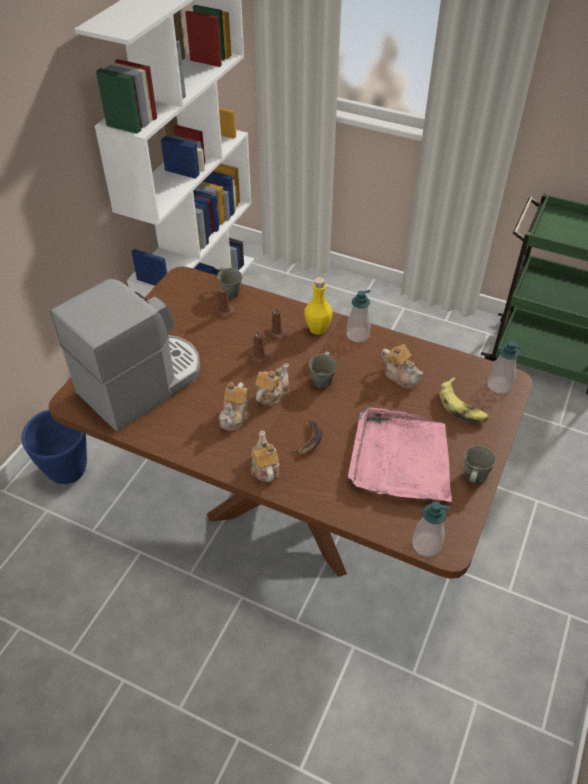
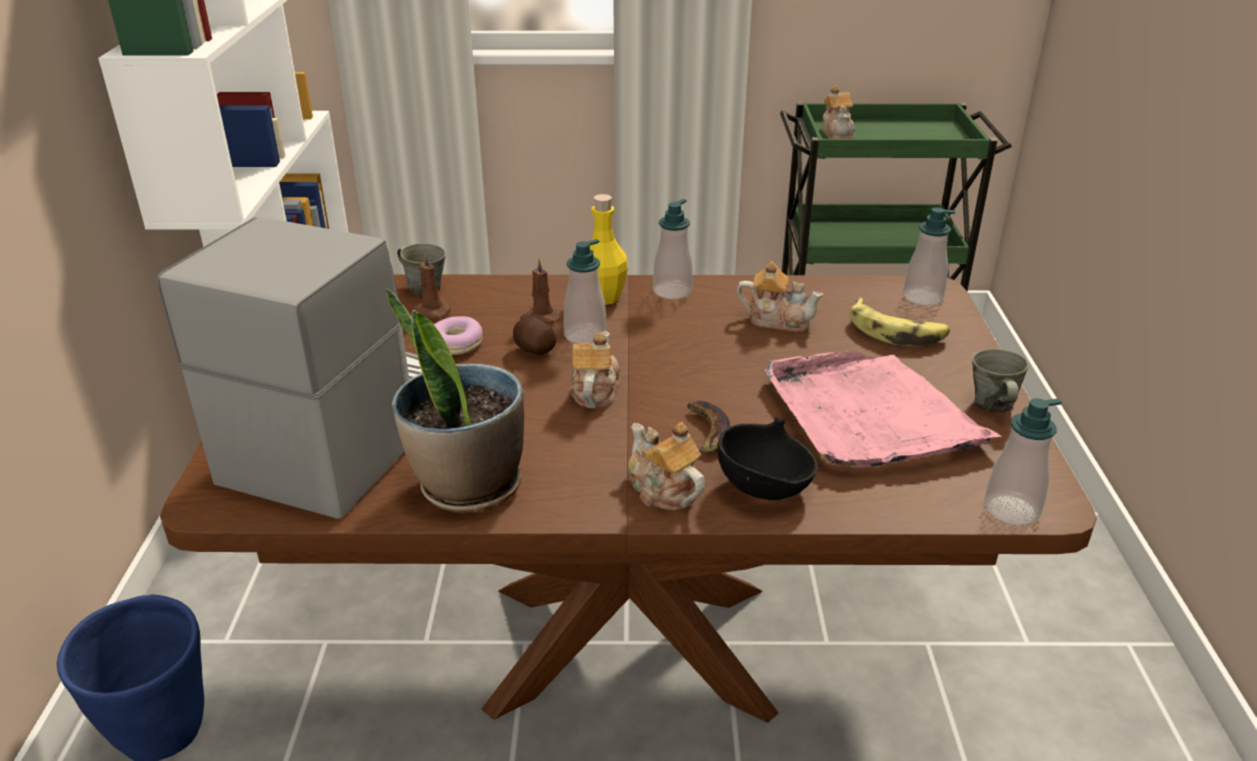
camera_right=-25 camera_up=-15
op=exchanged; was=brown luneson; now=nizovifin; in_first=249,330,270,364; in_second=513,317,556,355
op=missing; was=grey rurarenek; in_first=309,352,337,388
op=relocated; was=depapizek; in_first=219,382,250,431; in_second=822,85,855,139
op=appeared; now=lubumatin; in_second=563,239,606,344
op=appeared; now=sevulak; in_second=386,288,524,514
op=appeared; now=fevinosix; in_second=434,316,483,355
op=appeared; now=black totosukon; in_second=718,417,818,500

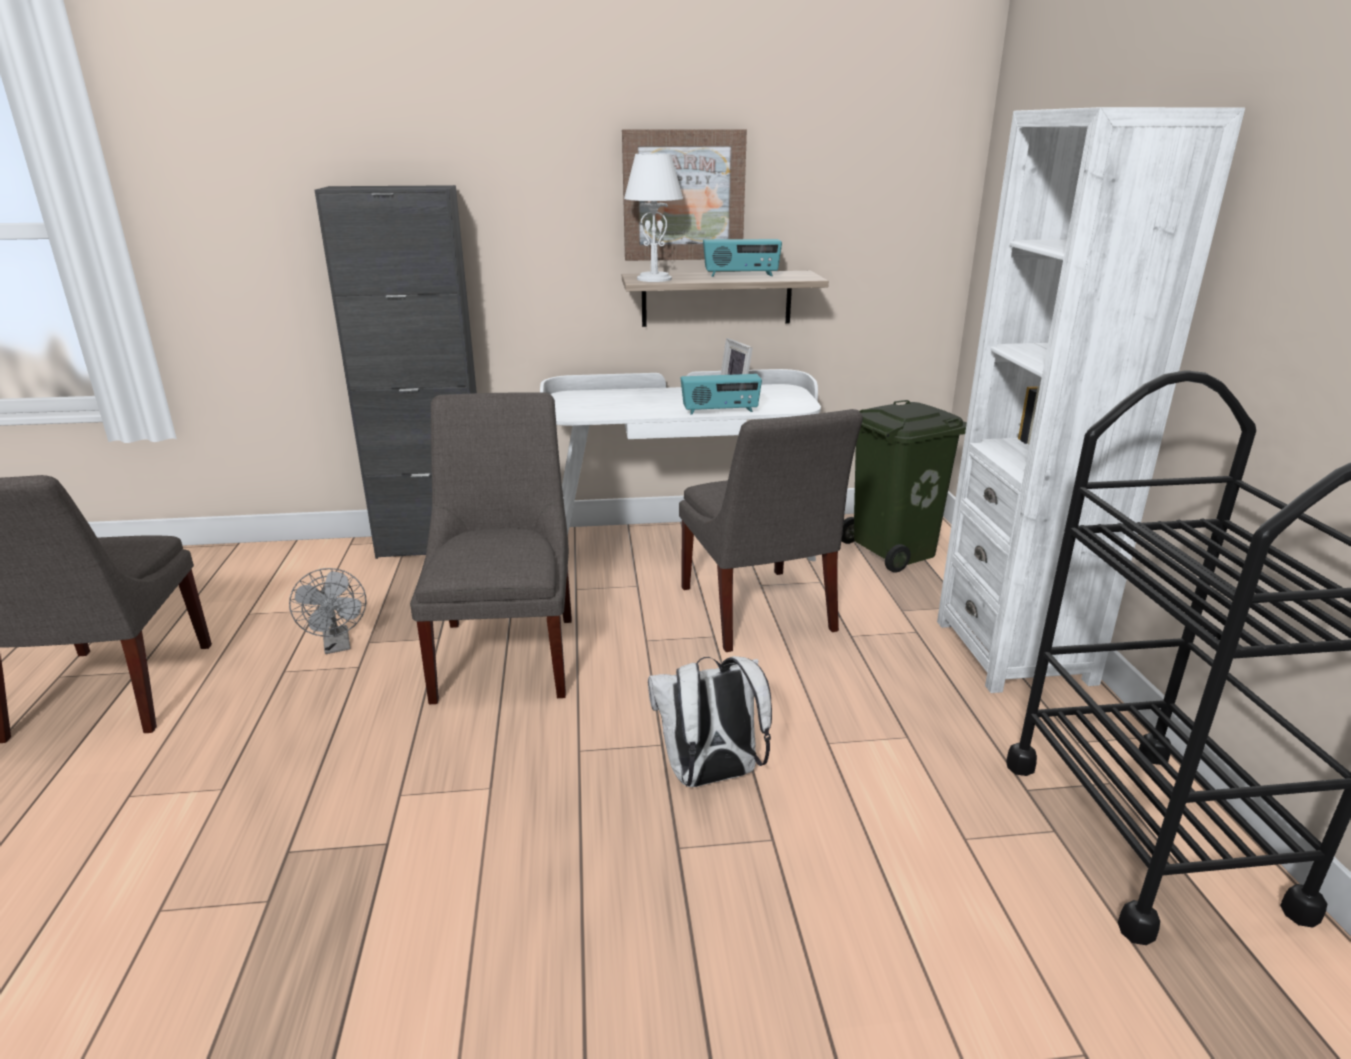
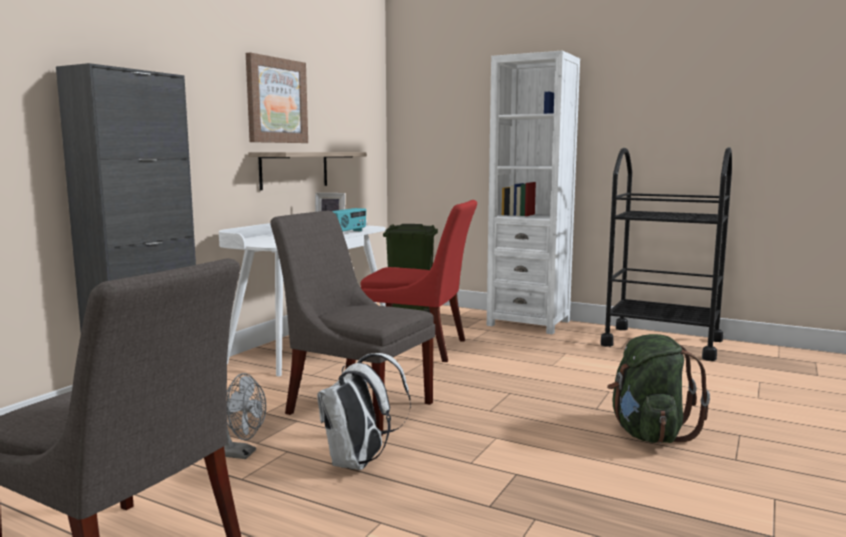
camera_right=-55 camera_up=-15
op=missing; was=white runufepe; in_first=624,154,683,282
op=missing; was=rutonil; in_first=703,239,782,277
op=colour; was=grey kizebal; now=red kizebal; in_first=679,409,863,652; in_second=361,200,477,362
op=relocated; was=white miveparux; in_first=648,656,772,787; in_second=317,353,411,470
op=appeared; now=green miveparux; in_second=607,334,710,443

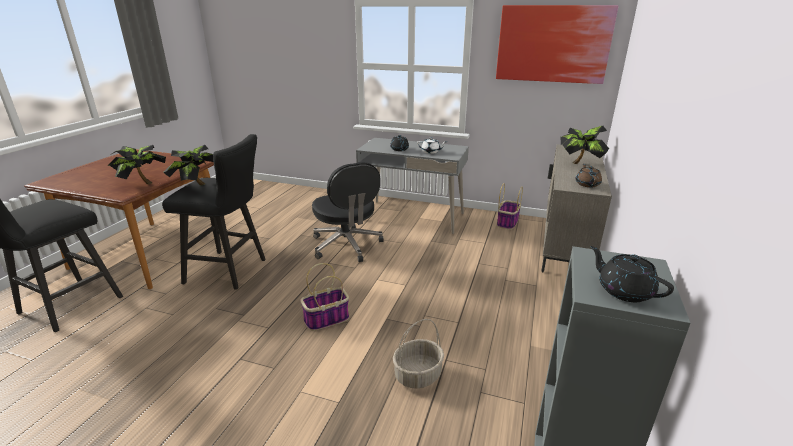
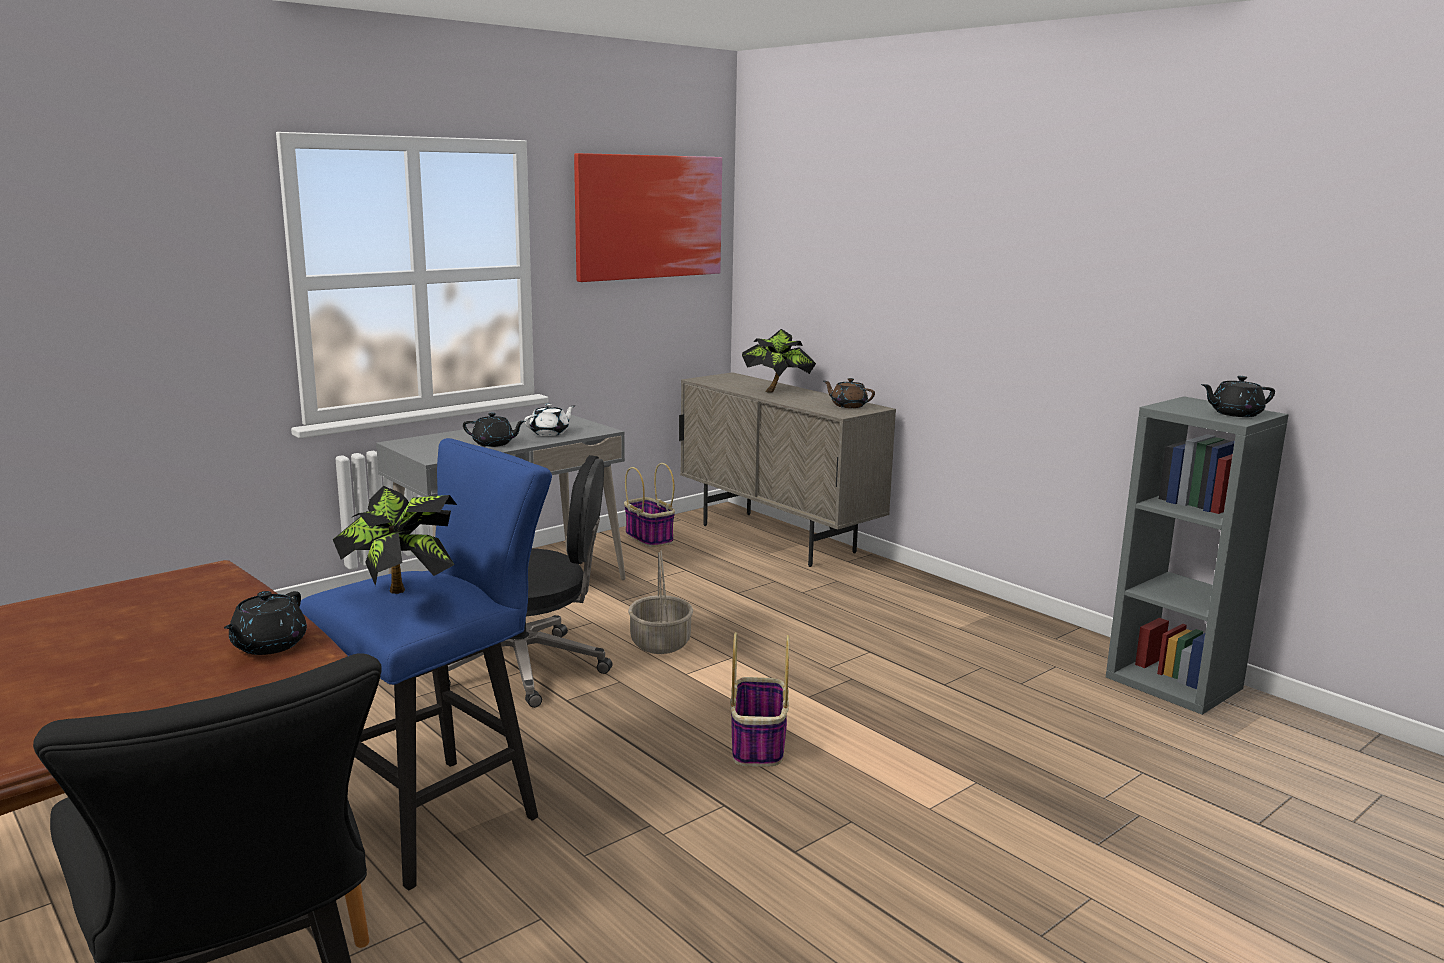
camera_right=-60 camera_up=-10
op=colour; was=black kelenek; now=blue kelenek; in_first=162,134,266,290; in_second=299,438,552,891
op=exchanged; was=sevulak; now=black depapizek; in_first=107,145,166,184; in_second=224,591,307,655
op=relocated; was=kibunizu; in_first=393,319,444,389; in_second=628,550,693,654

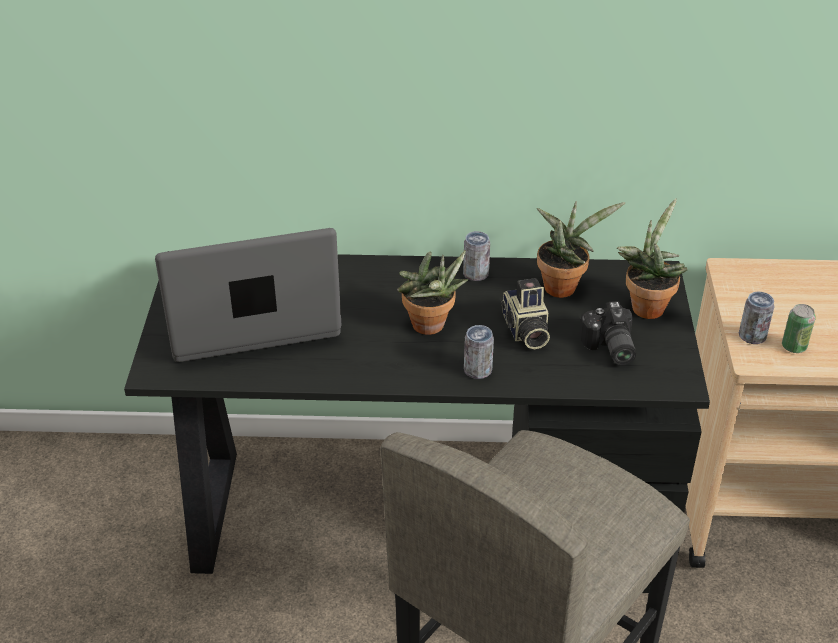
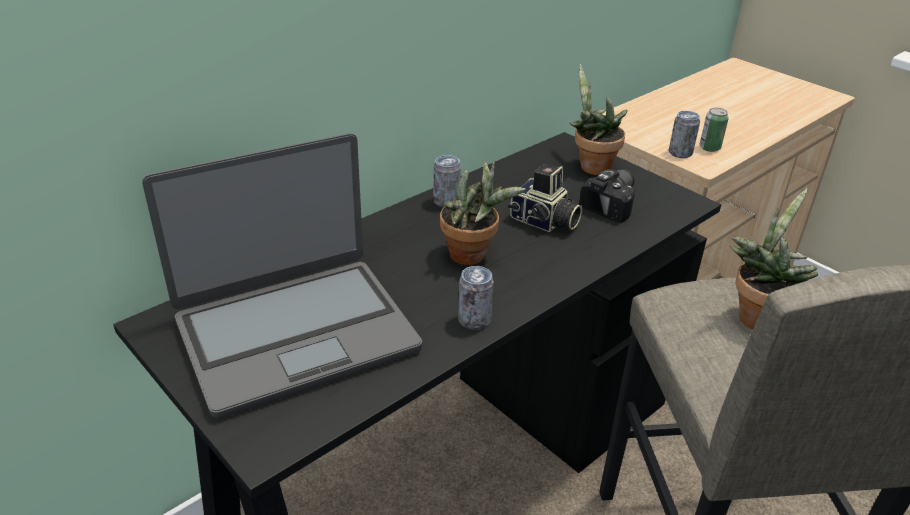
camera_right=-45 camera_up=-5
op=relocated; was=sevulak; in_first=537,201,626,298; in_second=730,188,818,330
op=spun; was=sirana; in_first=155,228,341,362; in_second=142,133,422,419; clockwise=-150
op=spun; was=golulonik; in_first=579,301,636,365; in_second=579,169,635,223; clockwise=-90
op=relocated; was=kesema; in_first=464,325,494,379; in_second=458,266,494,330

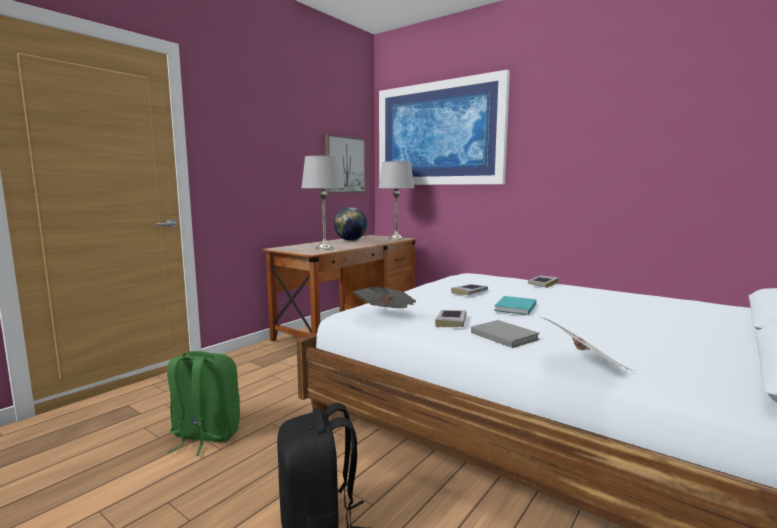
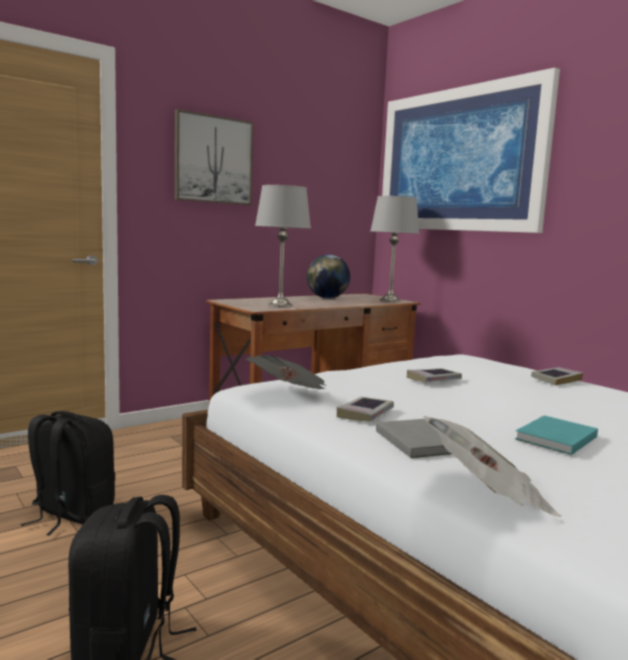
camera_right=15 camera_up=0
op=relocated; was=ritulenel; in_first=325,134,366,193; in_second=174,109,254,205
op=relocated; was=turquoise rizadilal; in_first=494,296,536,315; in_second=515,415,598,455
op=colour; was=green miveparux; now=black miveparux; in_first=167,351,240,456; in_second=21,411,115,536

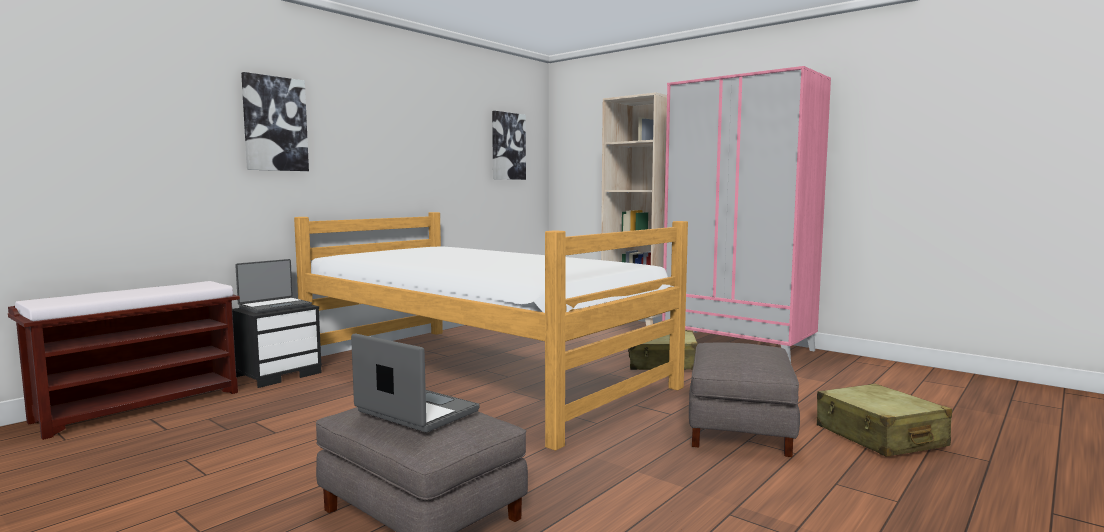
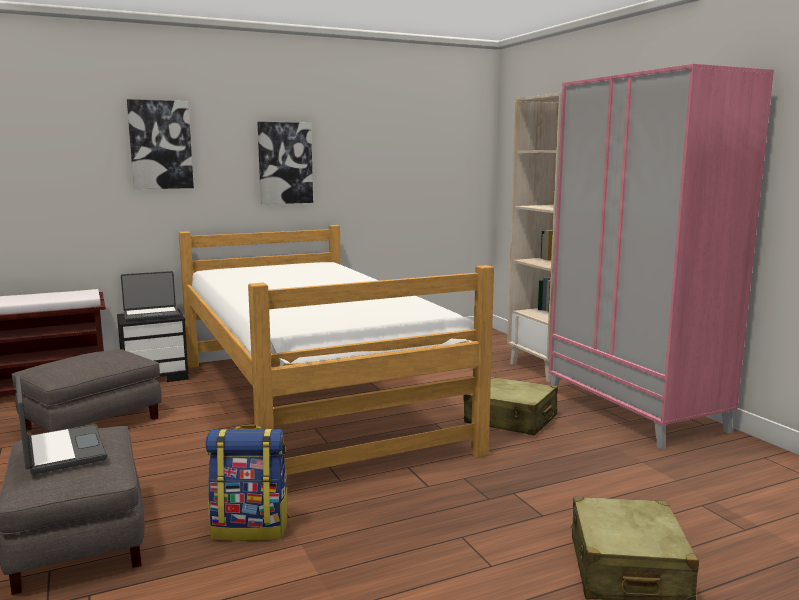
camera_right=25 camera_up=5
op=relocated; was=ritulenel; in_first=492,111,526,180; in_second=257,122,313,204
op=relocated; was=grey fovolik; in_first=689,342,800,457; in_second=11,349,162,432
op=appeared; now=miveparux; in_second=206,425,289,541

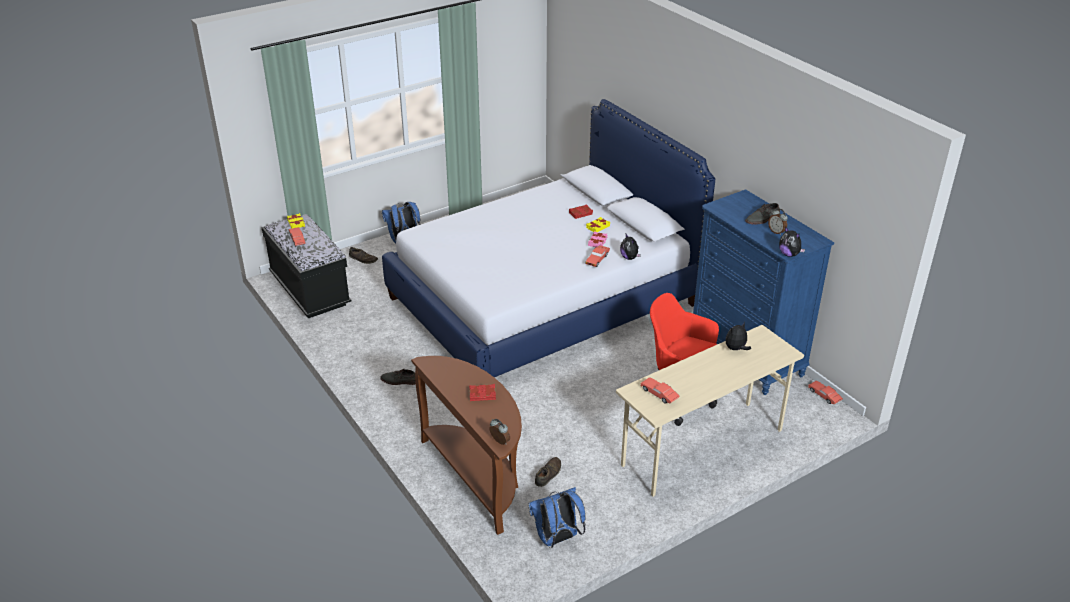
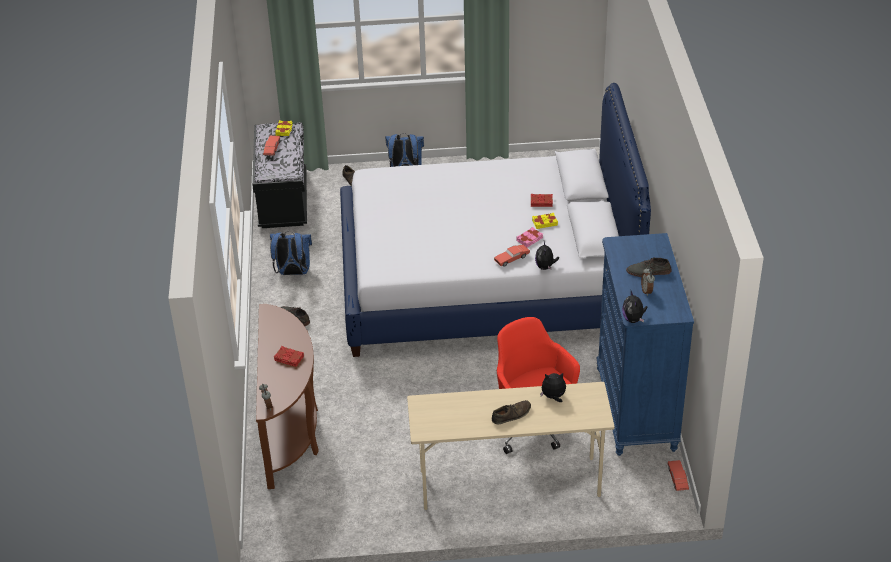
camera_right=30 camera_up=5
op=missing; was=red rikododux; in_first=640,377,680,404
op=relocated; was=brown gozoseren; in_first=535,457,561,487; in_second=492,400,531,424
op=relocated; was=blue miveparux; in_first=528,487,586,548; in_second=270,231,312,275

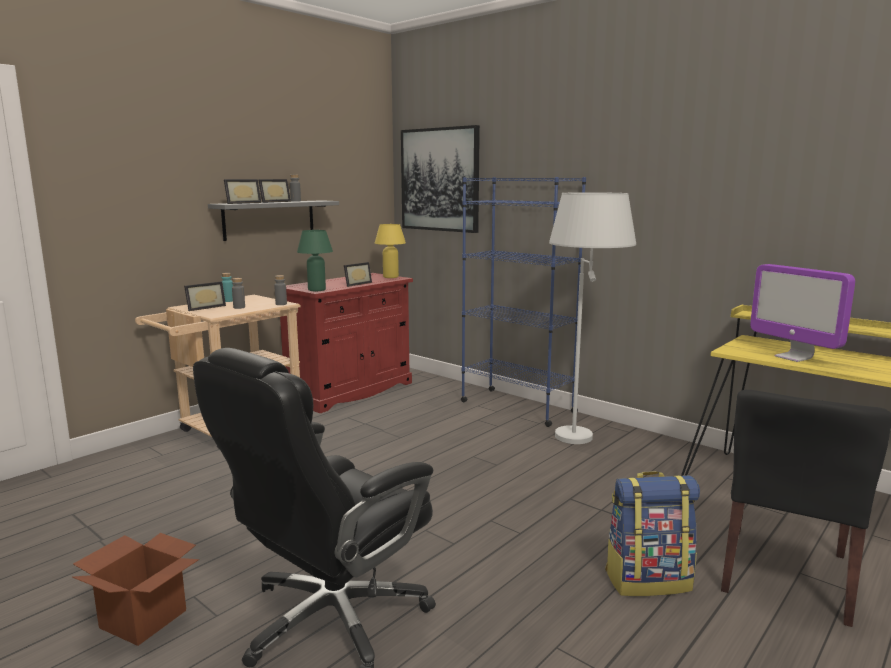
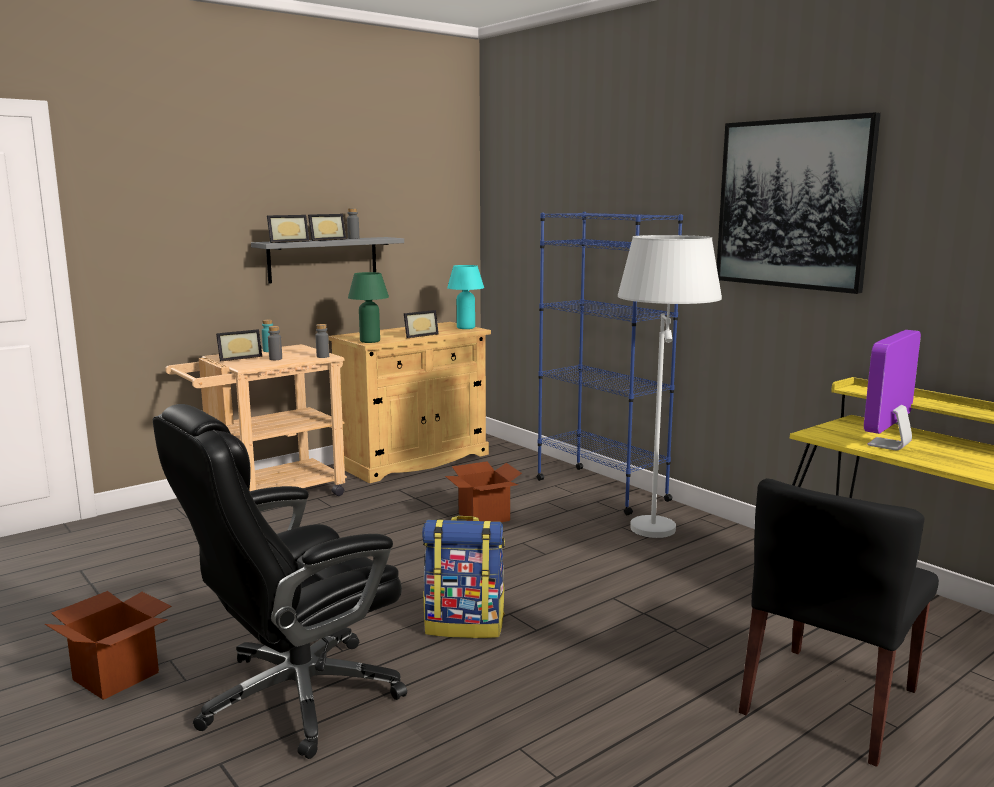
camera_right=10 camera_up=0
op=relocated; was=ritulenel; in_first=401,125,480,233; in_second=717,112,881,294
op=colour; was=yellow runufepe; now=turquoise runufepe; in_first=375,224,406,278; in_second=447,265,484,329
op=spun; was=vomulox; in_first=750,264,855,362; in_second=864,330,921,450; clockwise=60
op=colour; was=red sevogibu; now=beige sevogibu; in_first=280,273,413,413; in_second=329,322,491,483
op=relocated; was=miveparux; in_first=605,471,700,596; in_second=422,516,505,638
op=appeared; now=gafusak; in_second=445,461,522,522

